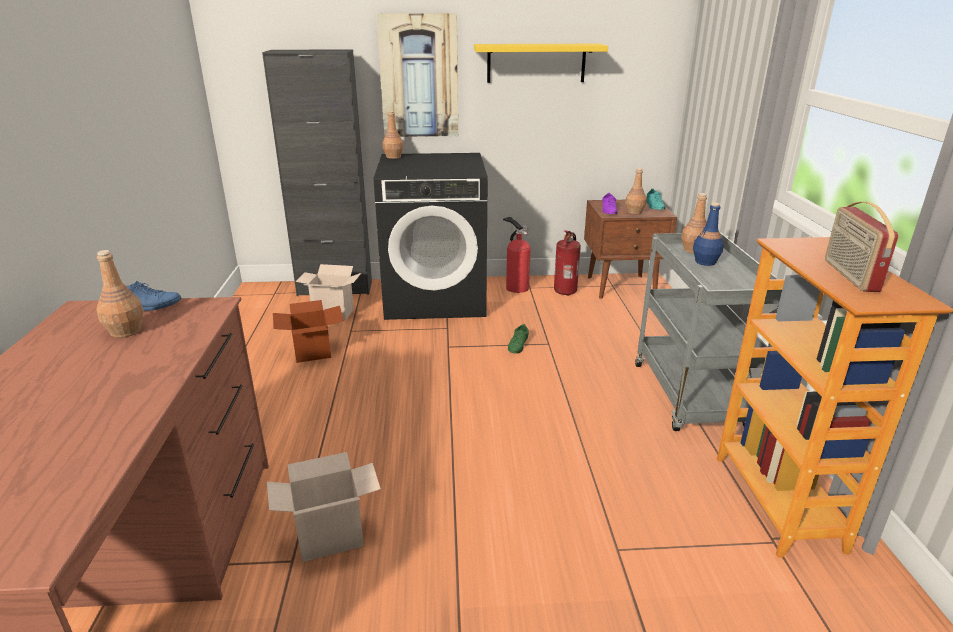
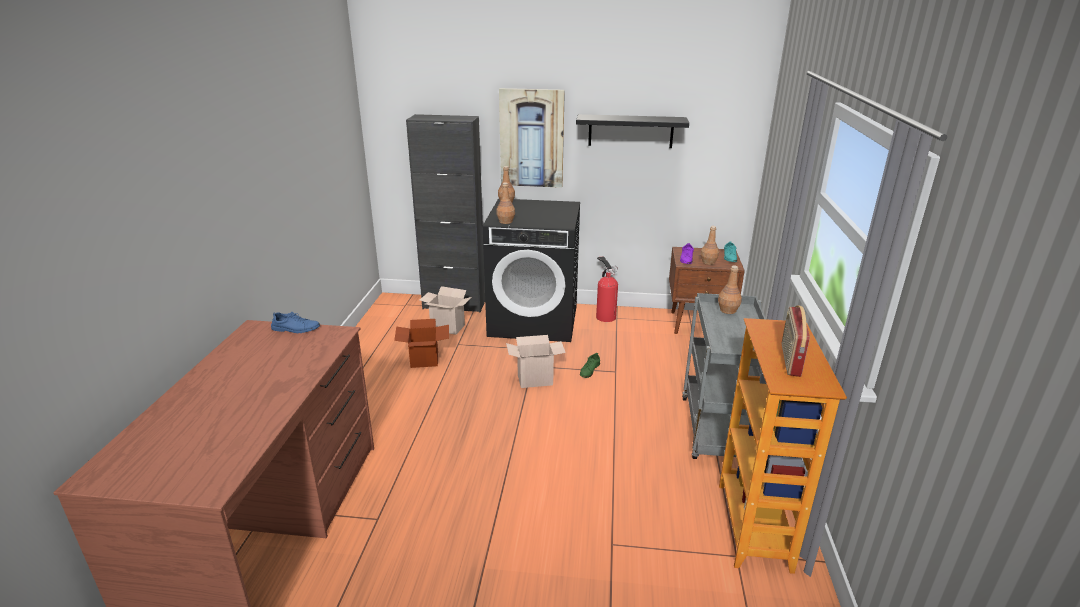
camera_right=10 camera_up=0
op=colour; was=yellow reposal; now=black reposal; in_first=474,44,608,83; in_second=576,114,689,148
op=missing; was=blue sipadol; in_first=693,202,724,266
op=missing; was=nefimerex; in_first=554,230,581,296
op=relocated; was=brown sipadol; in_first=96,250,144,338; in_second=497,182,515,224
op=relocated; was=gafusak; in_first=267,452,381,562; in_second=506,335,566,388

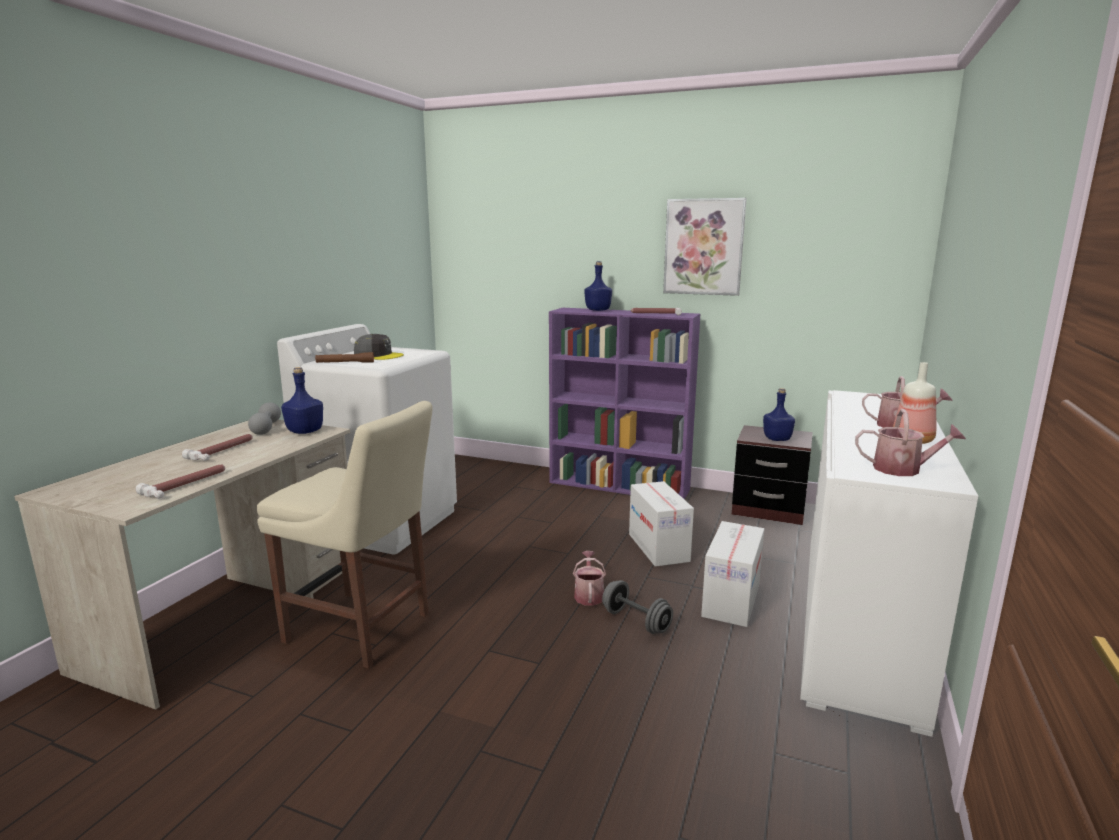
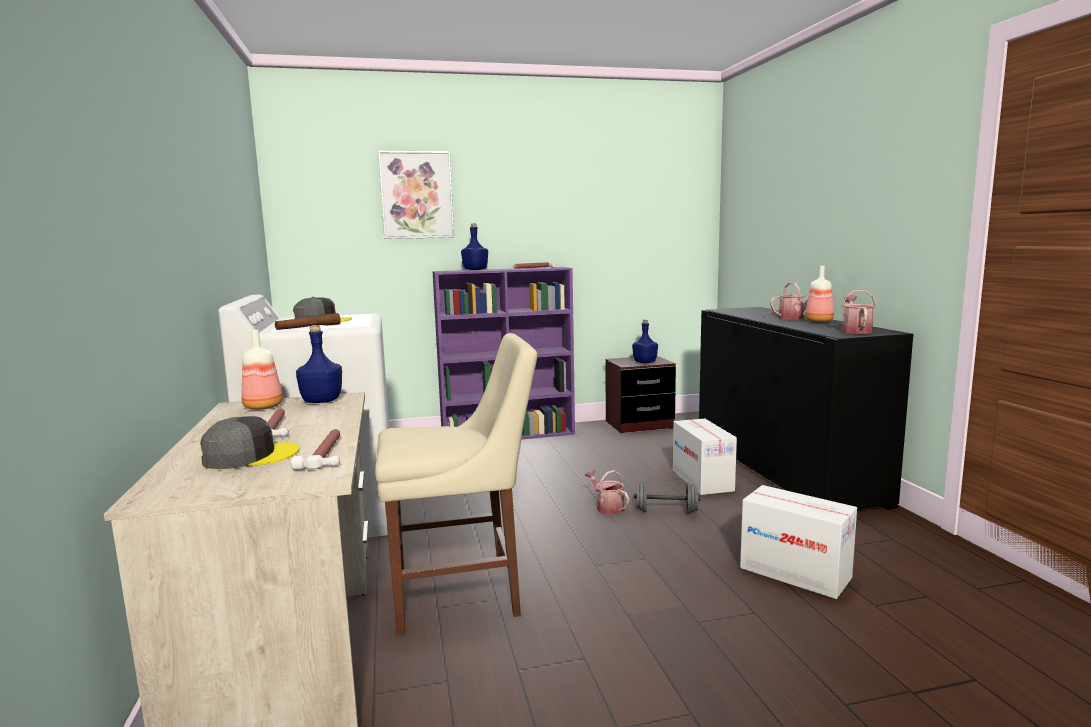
camera_right=-35 camera_up=-5
op=relocated; was=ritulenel; in_first=663,198,747,296; in_second=378,151,454,239
op=colour; was=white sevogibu; now=black sevogibu; in_first=800,390,978,737; in_second=699,307,913,510
op=exchanged; was=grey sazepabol; now=sipadol; in_first=248,402,281,435; in_second=241,330,283,410
op=spun; was=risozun; in_first=855,409,966,476; in_second=842,290,876,334; clockwise=-60
op=relocated; was=gafusak; in_first=629,481,694,567; in_second=740,485,857,599
op=appeared; now=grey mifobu; in_second=200,416,300,469

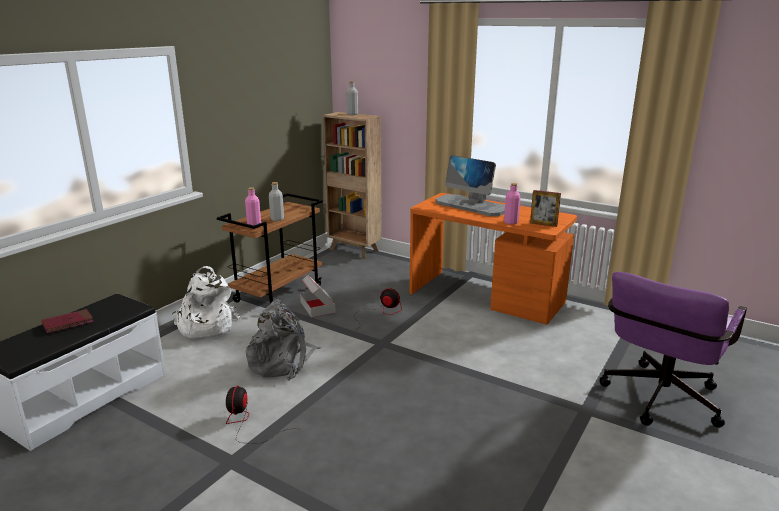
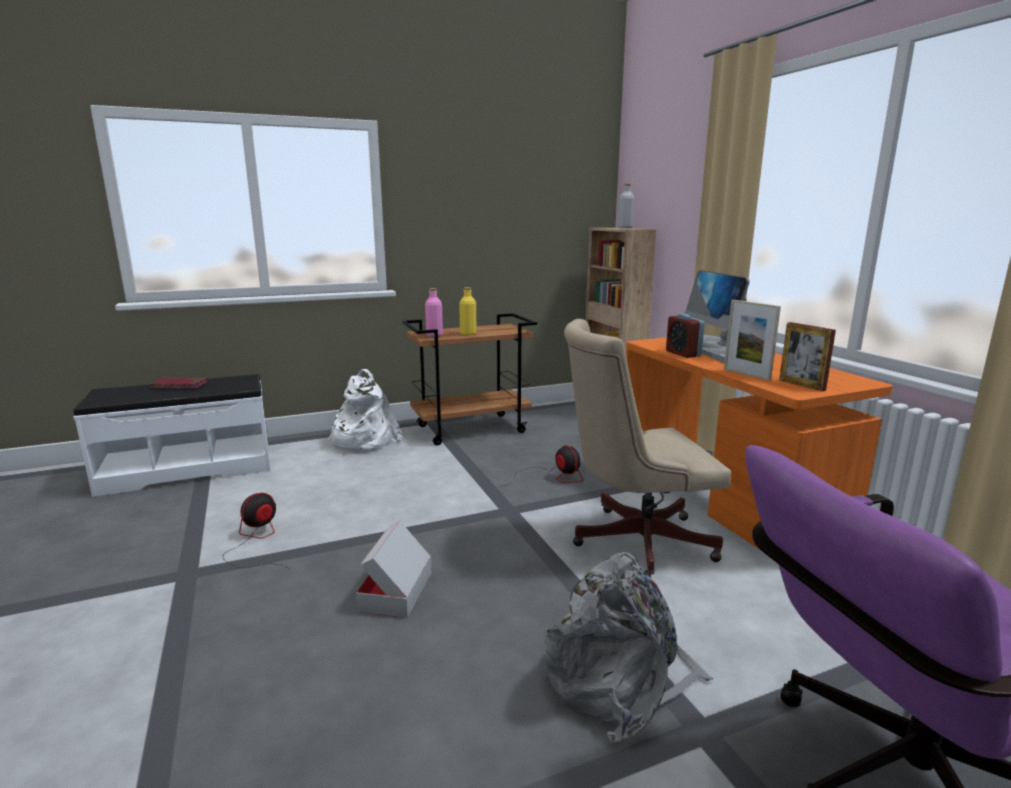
camera_right=35 camera_up=-5
op=colour; was=grey sipadol; now=yellow sipadol; in_first=269,182,284,221; in_second=459,287,477,336
op=exchanged; was=pink sipadol; now=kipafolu; in_first=504,183,521,225; in_second=724,300,781,381
op=relocated; was=gafusak; in_first=300,275,336,318; in_second=356,521,432,618
op=relocated; was=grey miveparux; in_first=246,299,321,380; in_second=545,552,713,743
op=appeared; now=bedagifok; in_second=666,314,705,358
op=appeared; now=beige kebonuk; in_second=564,319,731,578

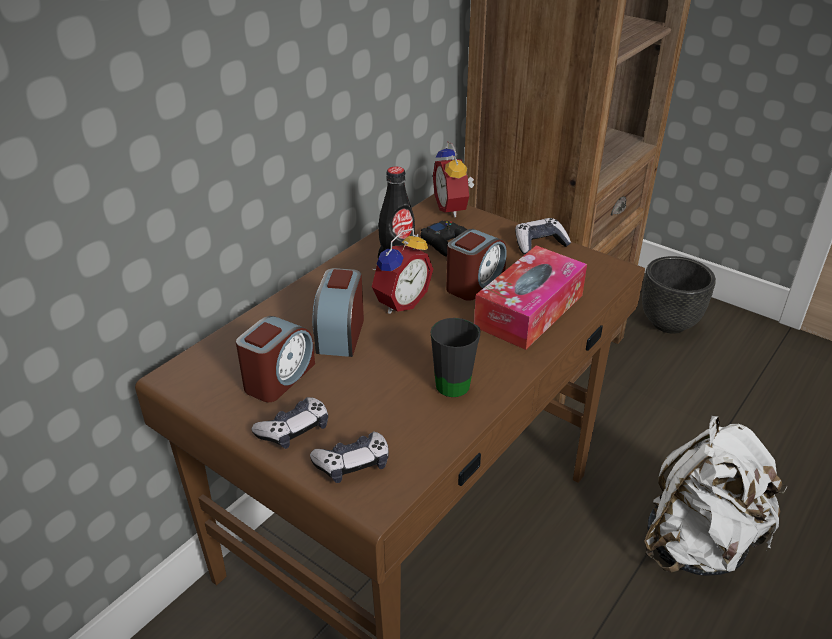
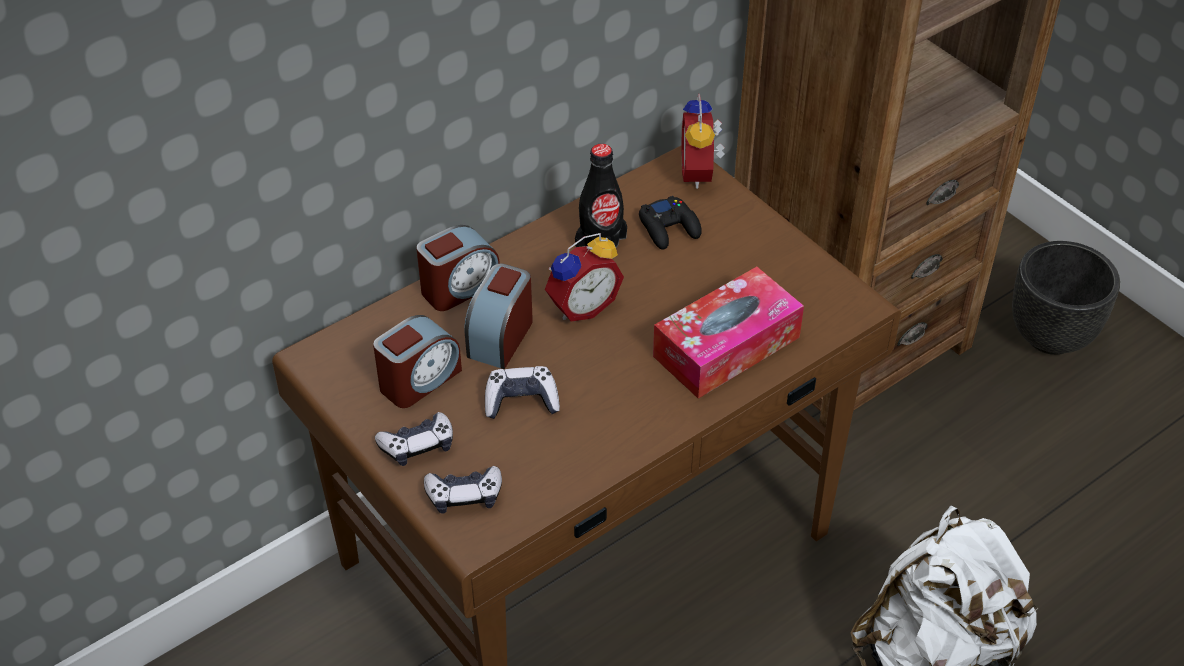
camera_right=15 camera_up=10
op=relocated; was=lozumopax; in_first=515,218,571,255; in_second=485,366,560,419
op=relocated; was=bedagifok; in_first=446,229,507,301; in_second=416,225,500,311
op=missing; was=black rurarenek; in_first=431,318,480,397

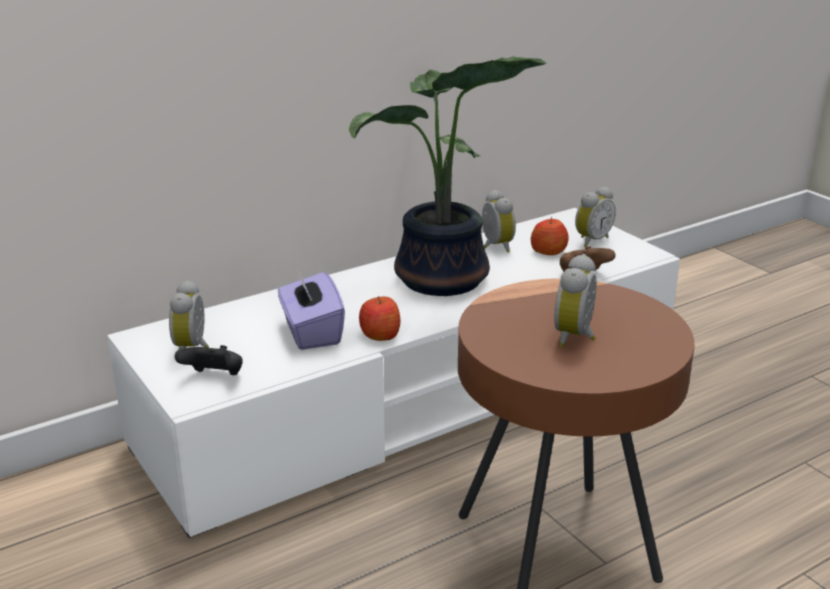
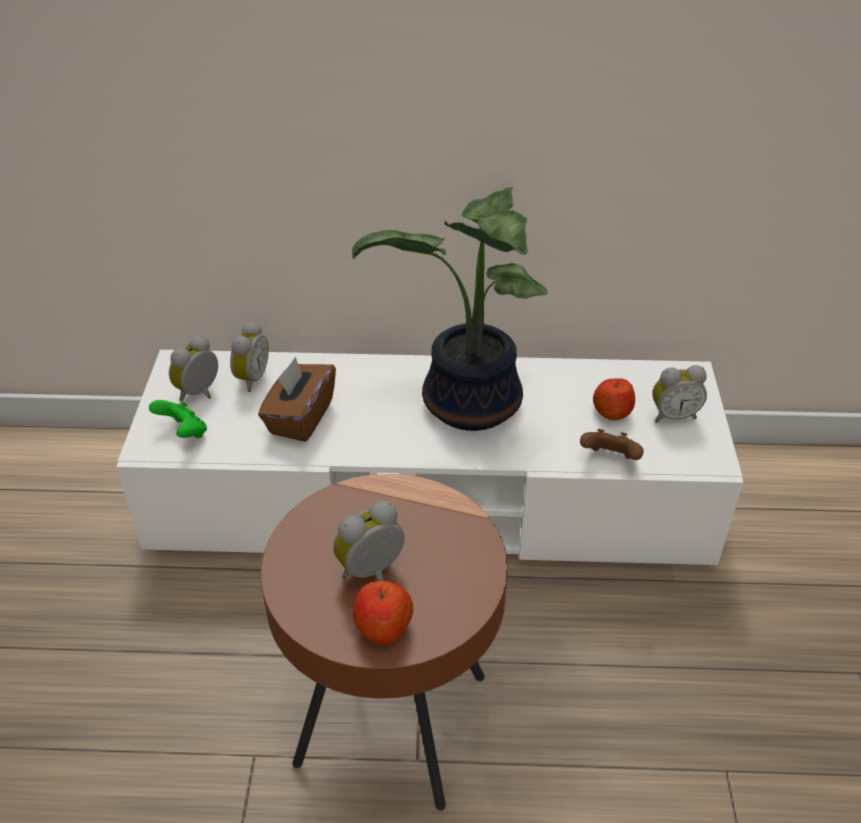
camera_right=35 camera_up=15
op=relocated; was=bedagifok; in_first=482,189,516,253; in_second=230,321,269,392
op=colour; was=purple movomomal; now=brown movomomal; in_first=278,267,345,350; in_second=258,357,336,442
op=relocated; was=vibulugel; in_first=359,296,401,341; in_second=353,581,413,645
op=colour; was=black lozumopax; now=green lozumopax; in_first=175,345,243,375; in_second=149,400,207,438

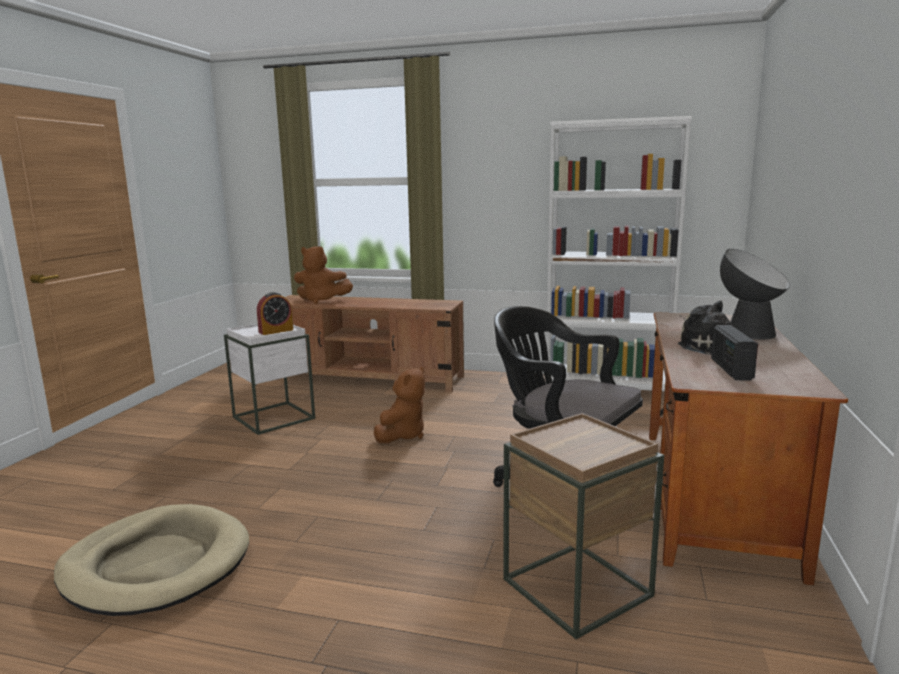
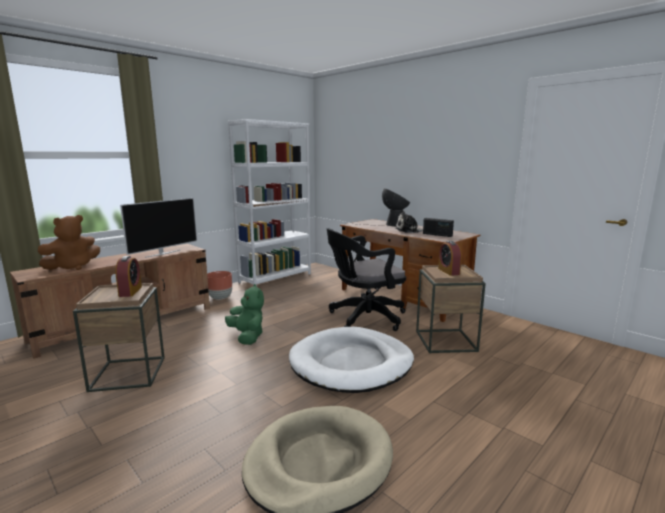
camera_right=-60 camera_up=0
op=colour; was=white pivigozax; now=brown pivigozax; in_first=224,324,315,435; in_second=73,283,165,392
op=colour; was=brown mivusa; now=green mivusa; in_first=374,367,425,443; in_second=225,284,264,345
op=appeared; now=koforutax; in_second=120,198,197,258
op=appeared; now=bedagifok; in_second=438,241,461,276
op=appeared; now=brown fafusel; in_second=207,271,232,300
op=appeared; now=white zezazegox; in_second=289,327,414,393

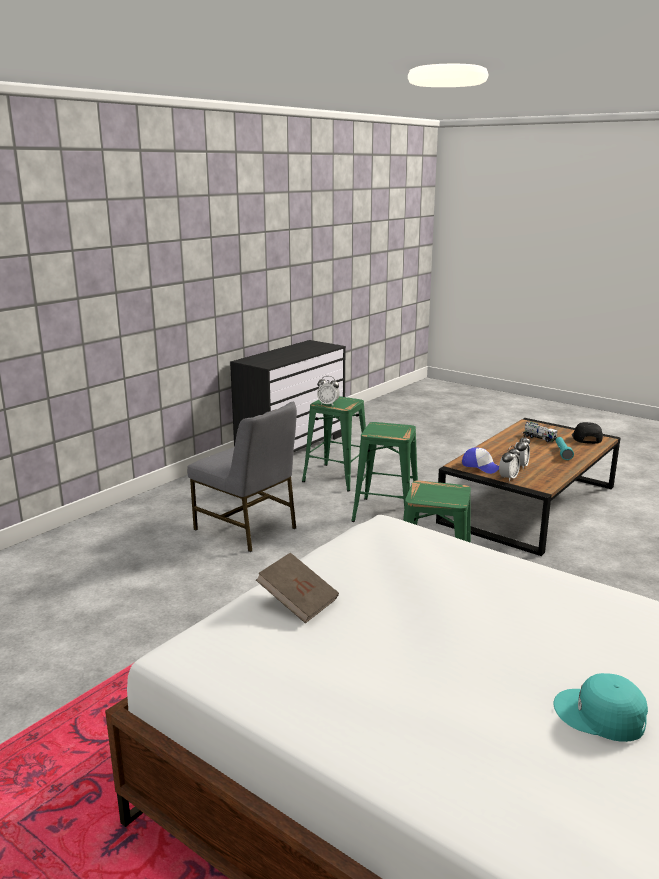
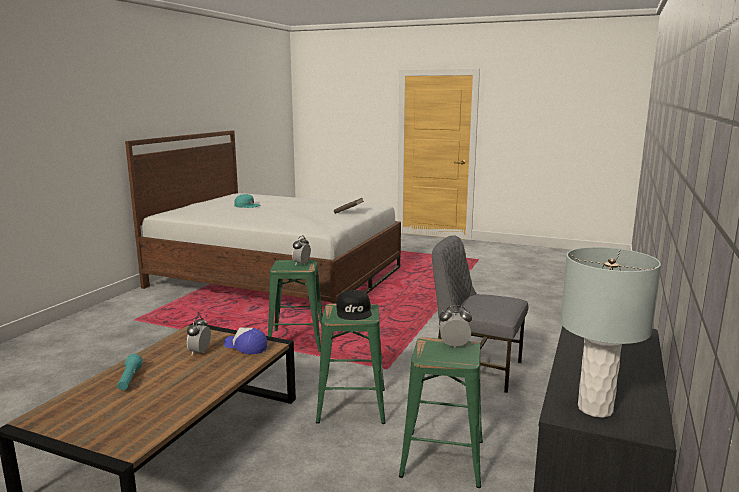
camera_right=165 camera_up=-5
op=missing; was=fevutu; in_first=523,421,558,442
op=relocated; was=black mifobu; in_first=572,422,603,444; in_second=337,290,372,320
op=relocated; was=bedagifok; in_first=499,446,520,482; in_second=292,236,311,265
op=appeared; now=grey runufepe; in_second=560,247,661,418

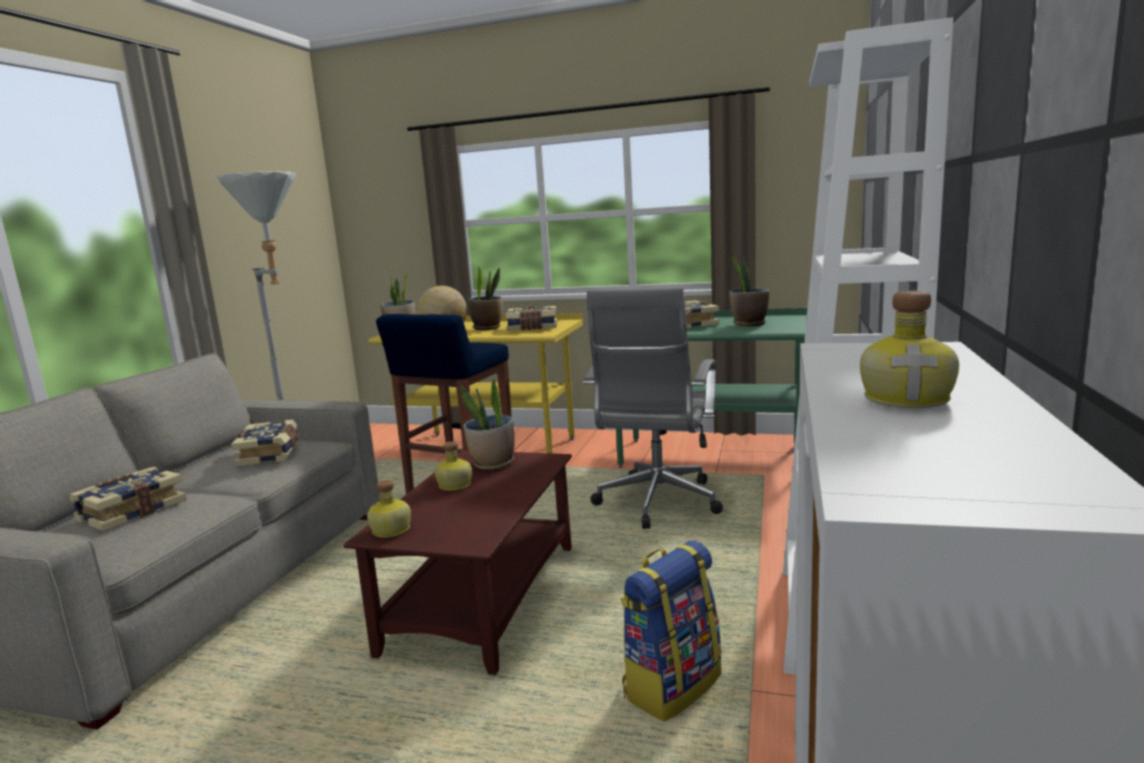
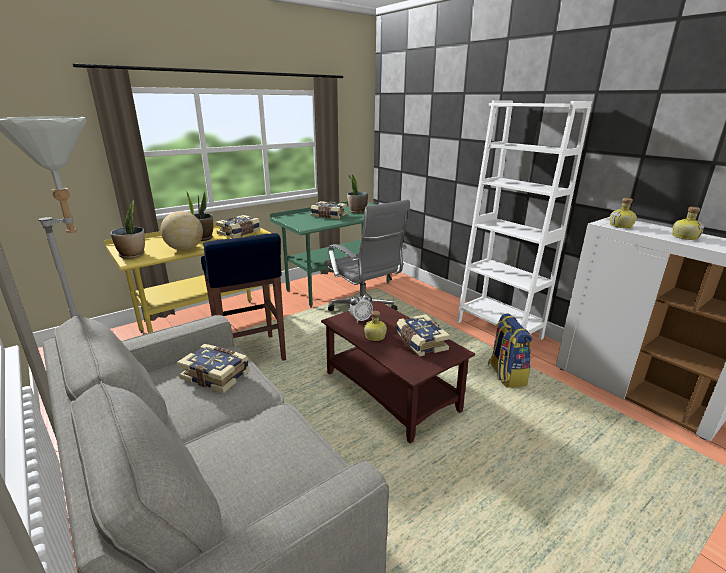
camera_right=-55 camera_up=10
op=exchanged; was=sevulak; now=bedagifok; in_first=460,379,515,470; in_second=349,291,373,323
op=relocated; was=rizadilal; in_first=70,467,186,531; in_second=396,314,450,356
op=relocated; was=sipadol; in_first=367,480,411,538; in_second=610,198,637,228

